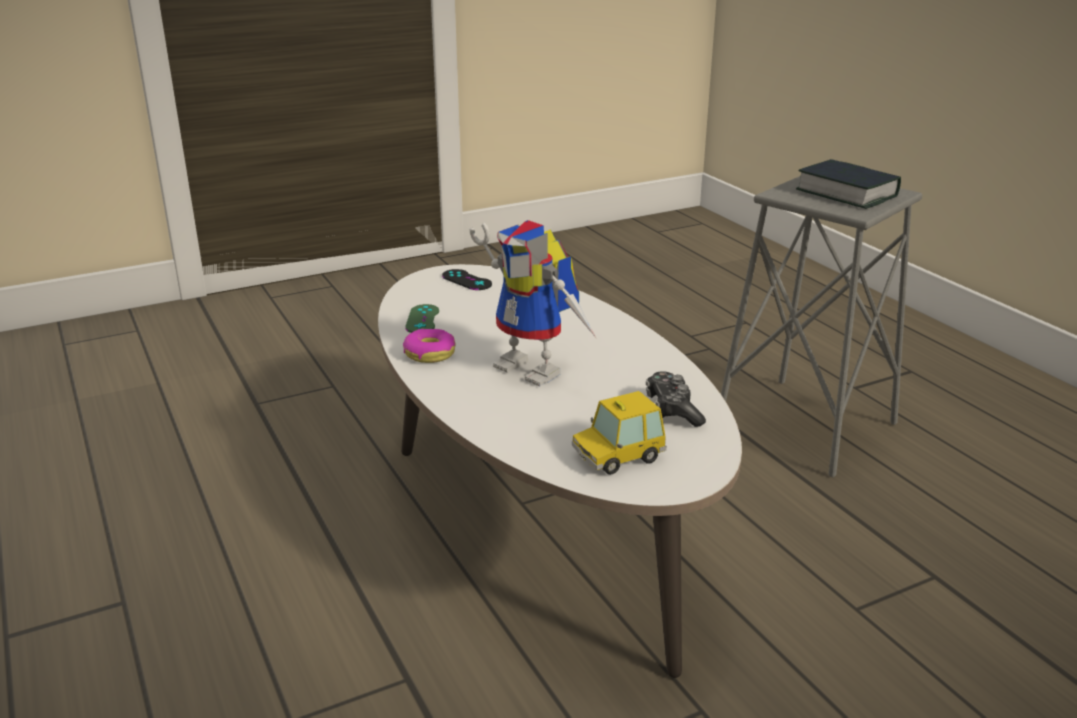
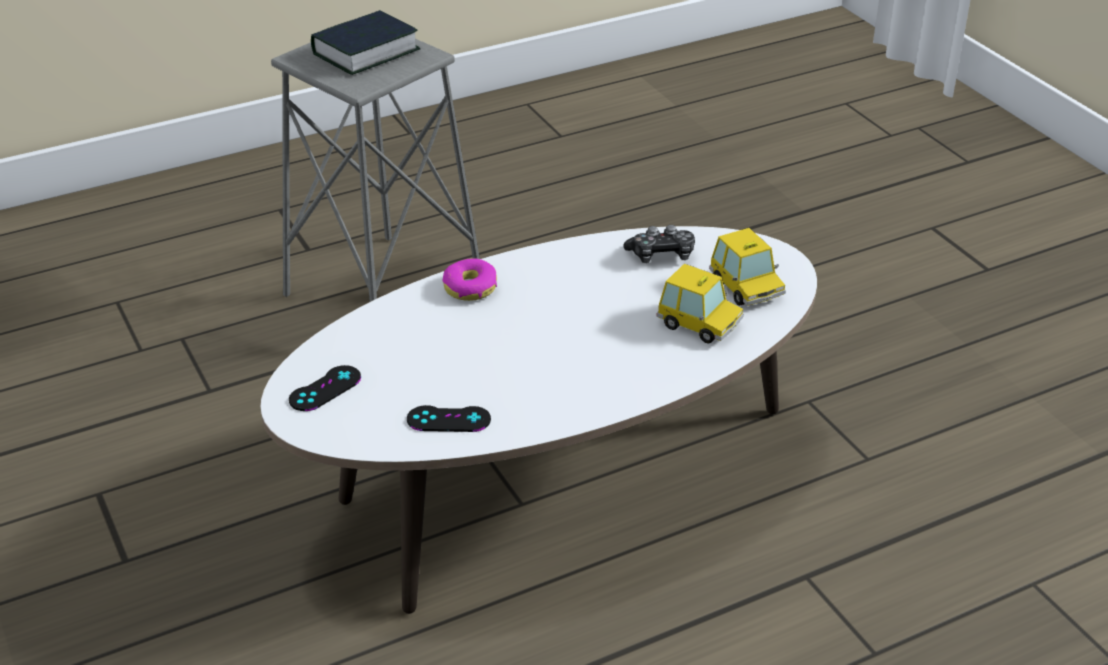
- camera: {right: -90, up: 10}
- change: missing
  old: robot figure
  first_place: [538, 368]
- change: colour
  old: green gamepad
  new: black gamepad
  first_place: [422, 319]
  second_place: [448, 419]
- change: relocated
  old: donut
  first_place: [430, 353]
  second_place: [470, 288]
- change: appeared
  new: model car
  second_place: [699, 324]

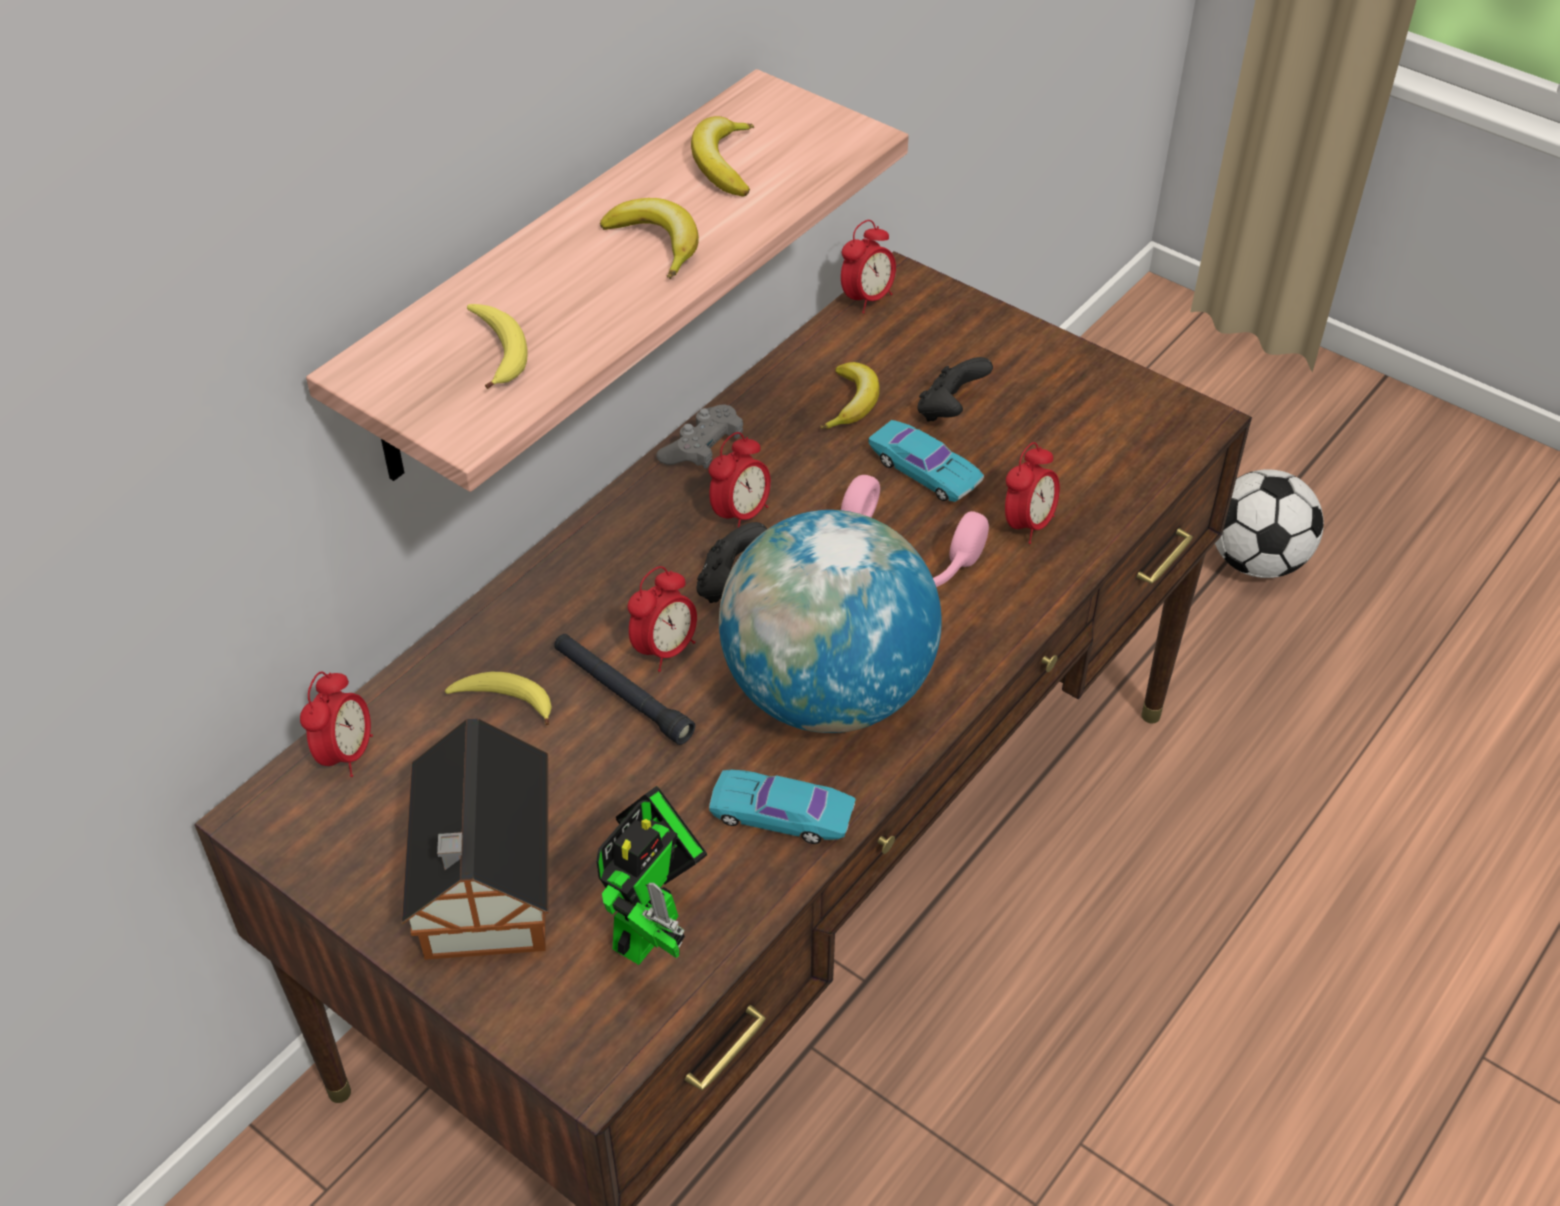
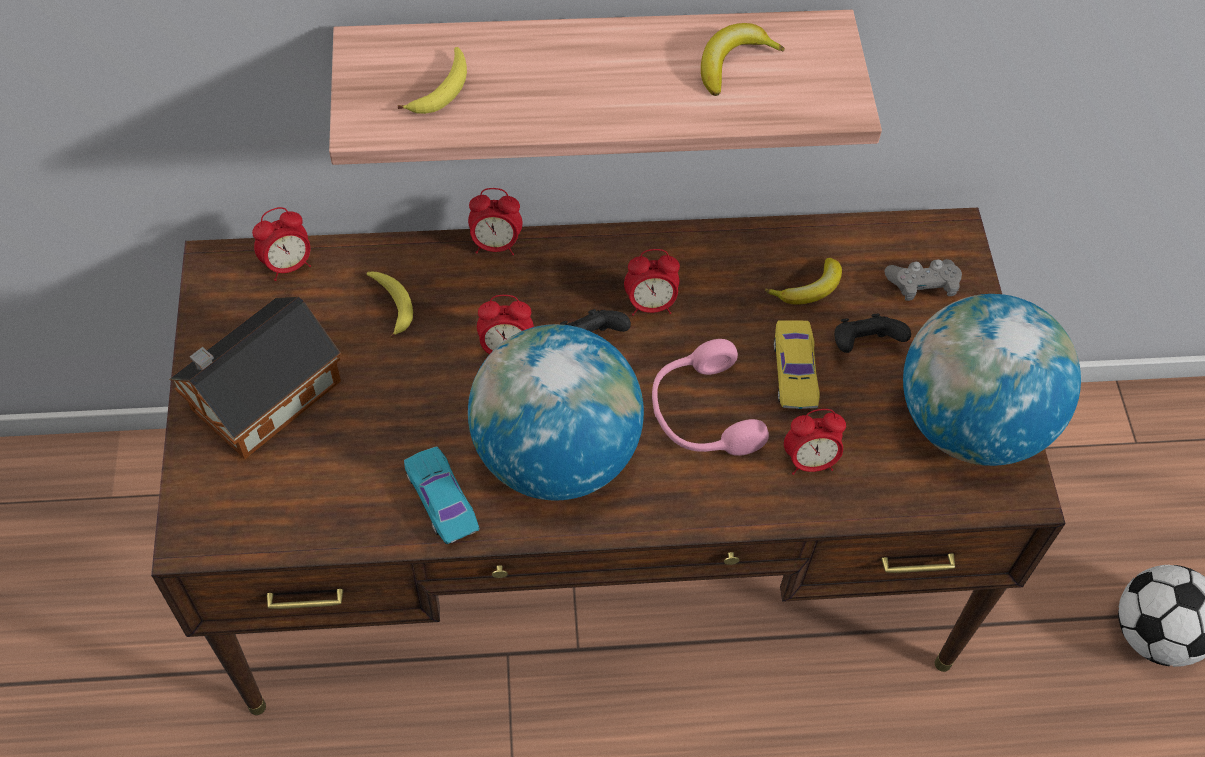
- camera: {right: 45, up: 10}
- change: missing
  old: whole banana
  first_place: [656, 243]
- change: relocated
  old: table clock
  first_place: [867, 299]
  second_place: [495, 245]
- change: relocated
  old: grey gamepad
  first_place: [702, 448]
  second_place: [922, 285]
- change: colour
  old: blue-green model car
  new: yellow-coloured model car
  first_place: [924, 469]
  second_place: [794, 370]
- change: missing
  old: black hand torch
  first_place: [622, 694]
- change: missing
  old: robot figure
  first_place: [653, 923]
- change: appeared
  new: desk globe
  second_place: [969, 423]

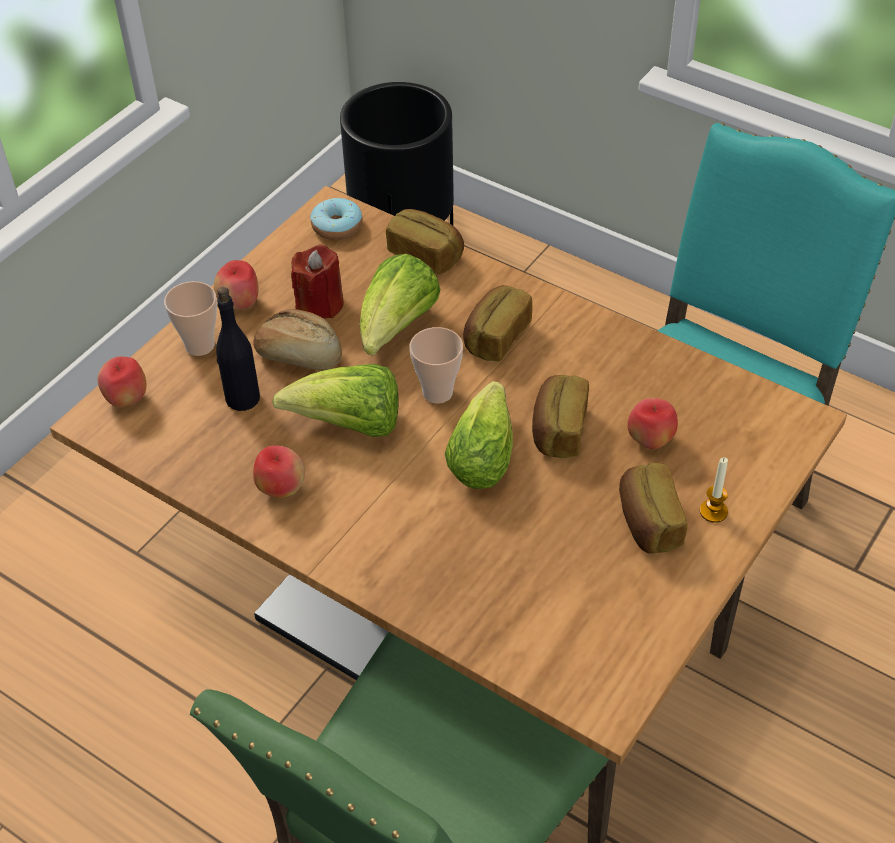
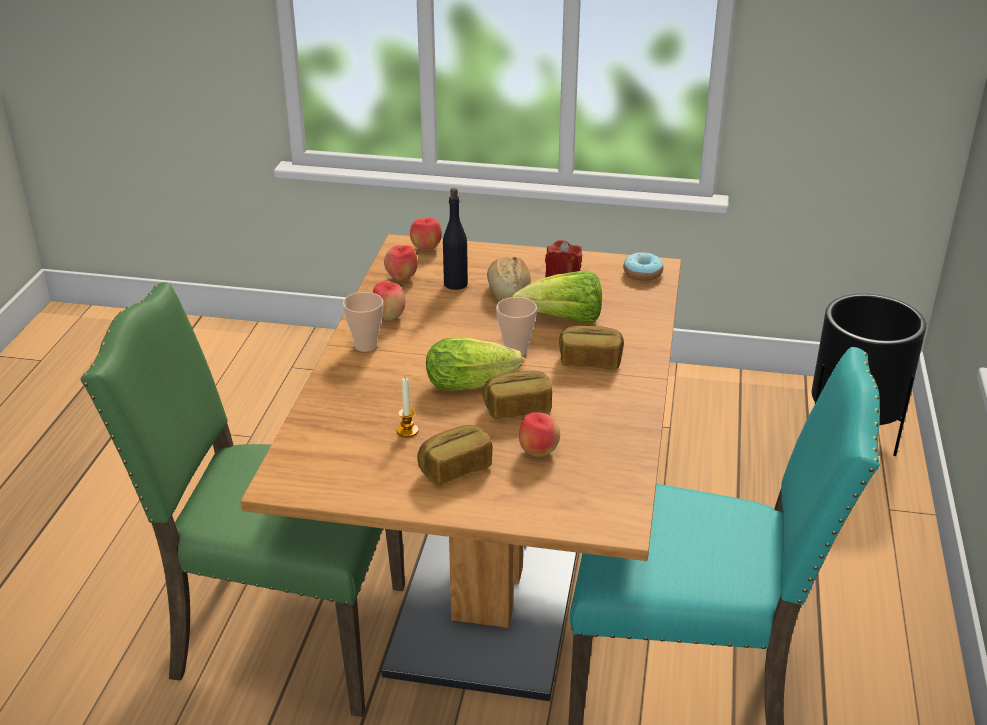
- camera: {right: 65, up: -15}
- change: missing
  old: baked bread
  first_place: [426, 254]
- change: relocated
  old: whole apple
  first_place: [240, 304]
  second_place: [401, 278]
- change: relocated
  old: small cup
  first_place: [200, 346]
  second_place: [366, 345]
- change: missing
  old: lettuce
  first_place: [349, 425]
- change: relocated
  old: wax light
  first_place: [713, 511]
  second_place: [407, 431]

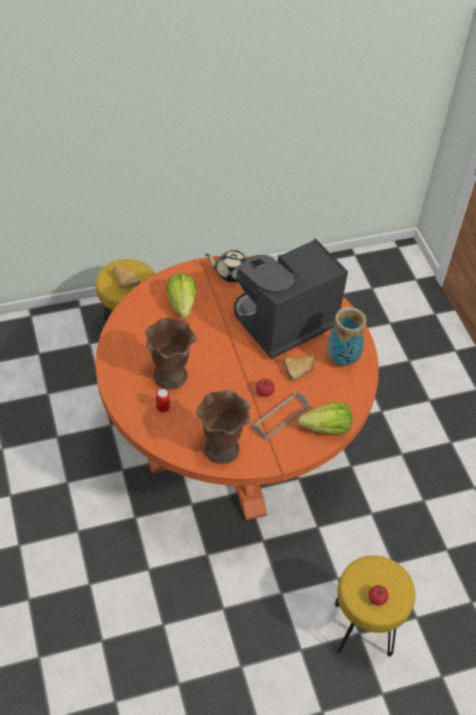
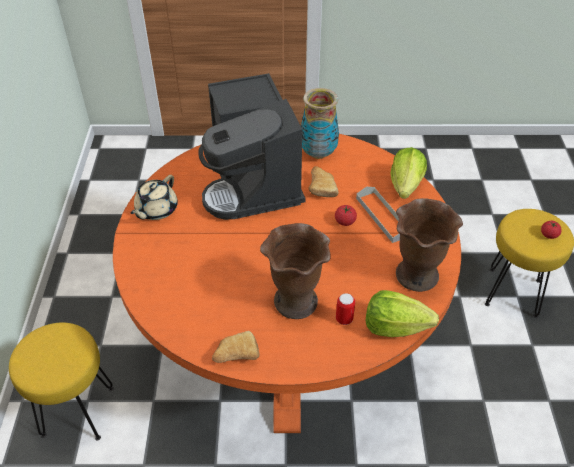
- camera: {right: -70, up: -5}
- change: relocated
  old: baked bread
  first_place: [124, 280]
  second_place: [235, 355]
- change: relocated
  old: lettuce
  first_place: [182, 304]
  second_place: [395, 326]

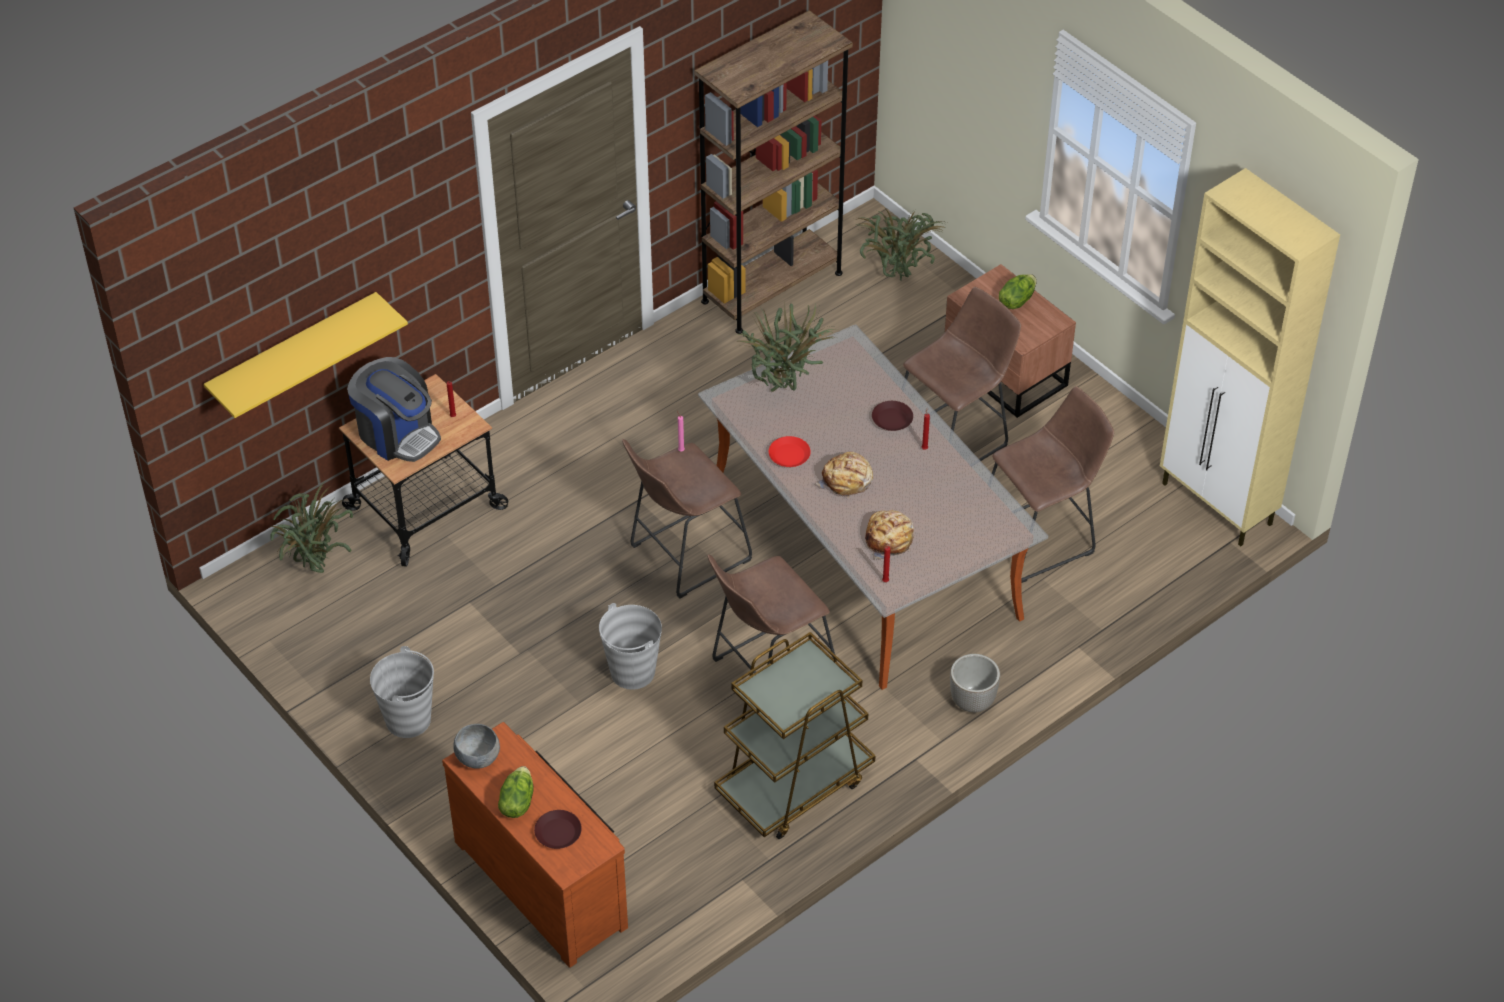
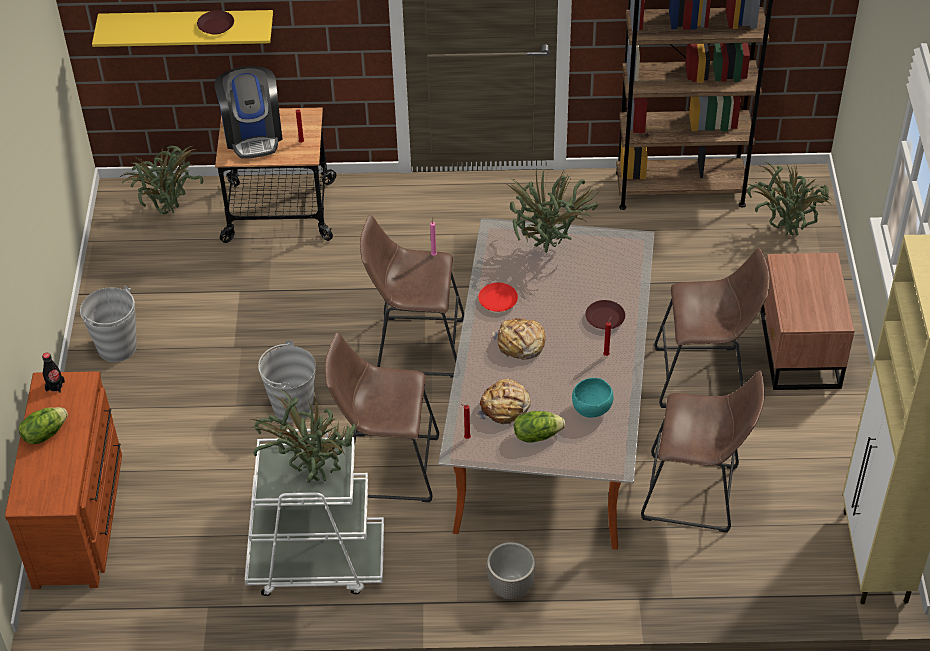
- camera: {right: 40, up: 0}
- change: relocated
  old: lettuce
  first_place: [1016, 300]
  second_place: [537, 434]
- change: colour
  old: brown trolley
  new: white trolley
  first_place: [794, 784]
  second_place: [316, 562]
- change: exchanged
  old: grey bowl
  new: black bottle
  first_place: [478, 758]
  second_place: [55, 386]
- change: relocated
  old: brown plate
  first_place: [558, 833]
  second_place: [215, 26]
- change: appeared
  new: blue-green bowl
  second_place: [592, 409]
- change: appeared
  new: houseplant
  second_place: [312, 474]

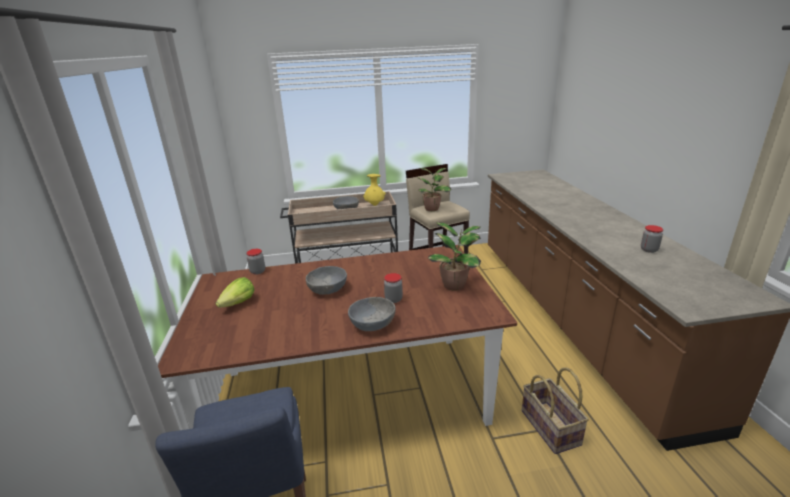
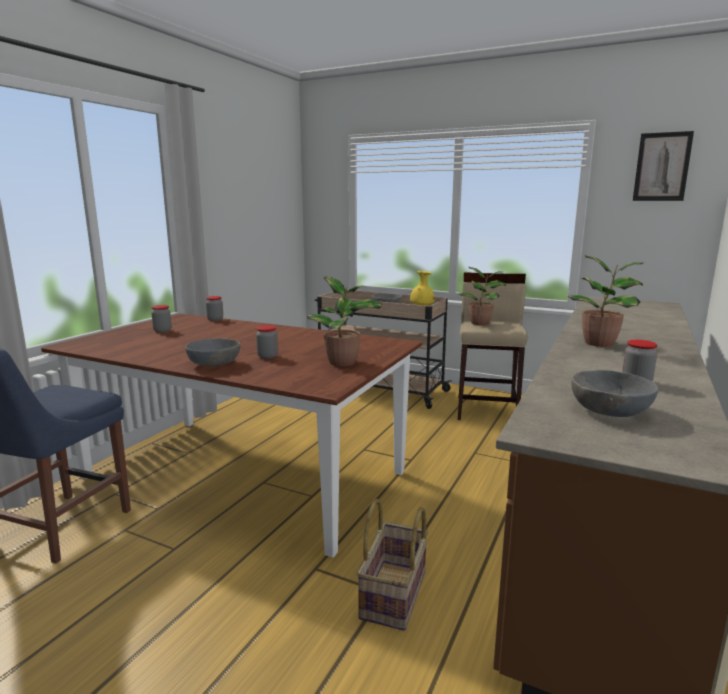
- camera: {right: 35, up: -10}
- change: relocated
  old: grey bowl
  first_place: [328, 289]
  second_place: [610, 411]
- change: exchanged
  old: lettuce
  new: storage jar
  first_place: [239, 303]
  second_place: [162, 331]
- change: appeared
  new: wall art
  second_place: [662, 167]
- change: appeared
  new: houseplant
  second_place: [601, 343]

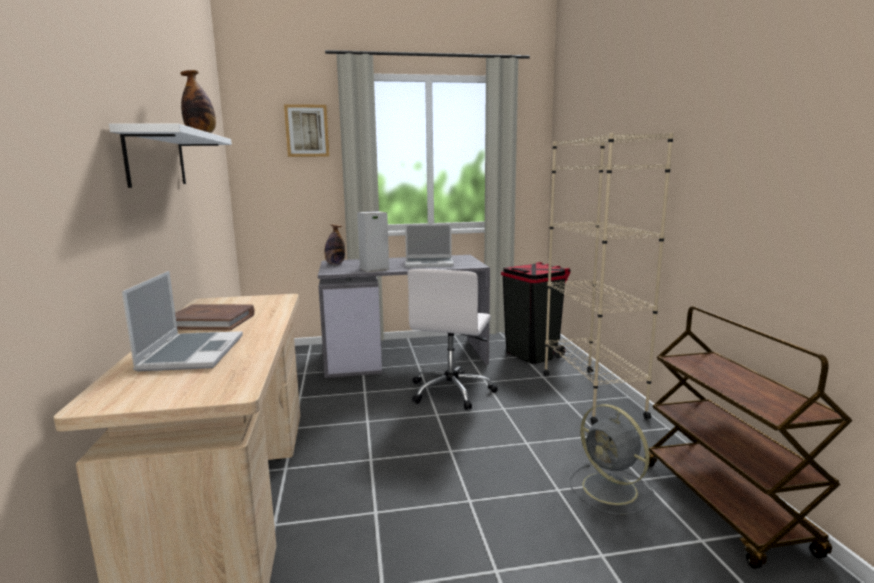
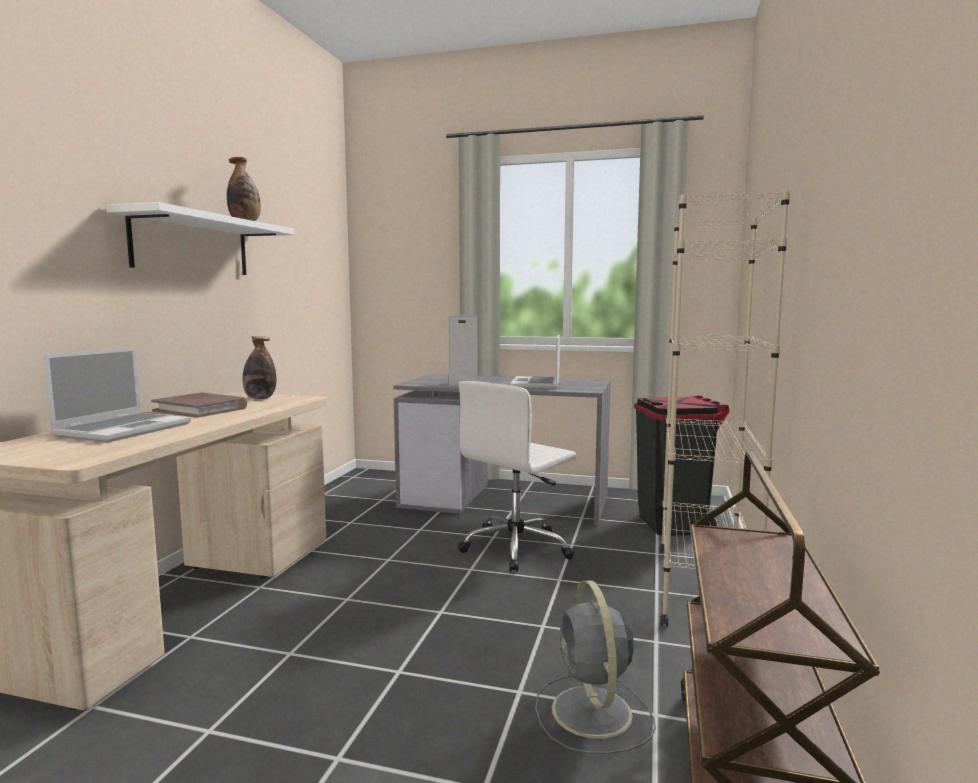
- camera: {right: 25, up: -5}
- change: missing
  old: wall art
  first_place: [307, 131]
- change: relocated
  old: bottle
  first_place: [335, 264]
  second_place: [260, 398]
- change: spun
  old: notebook computer
  first_place: [429, 264]
  second_place: [537, 384]
  degrees: 75

